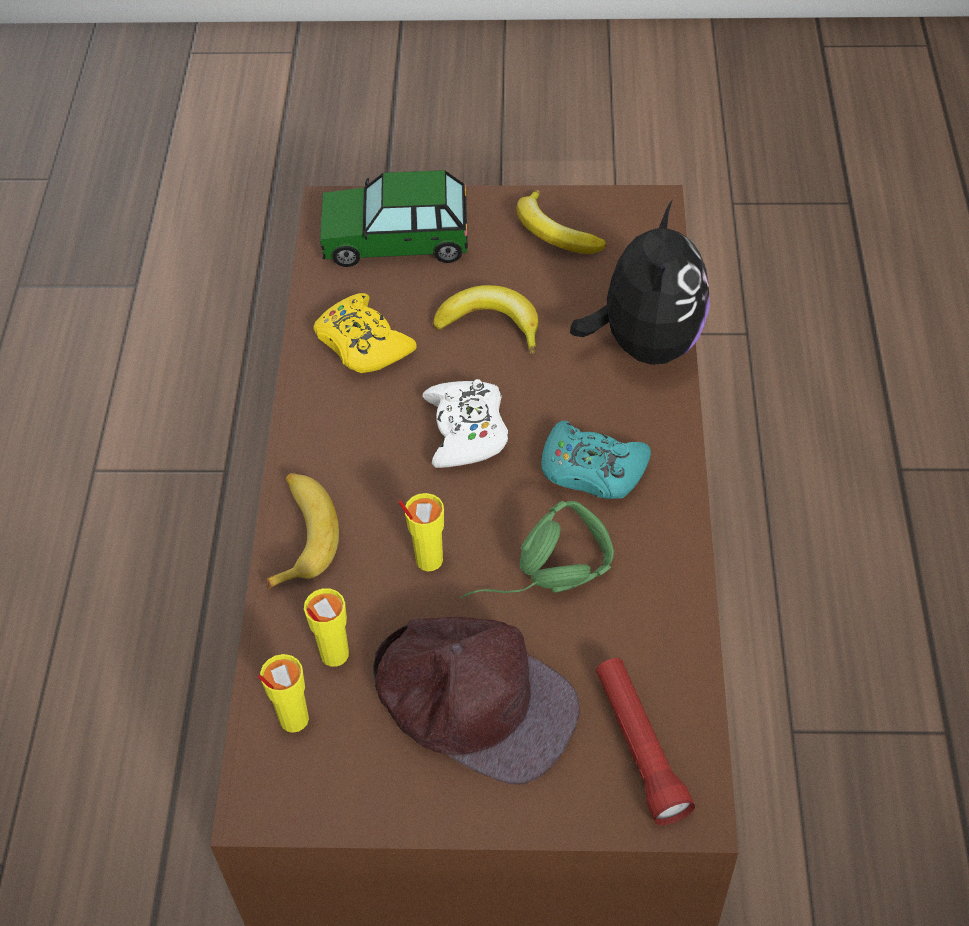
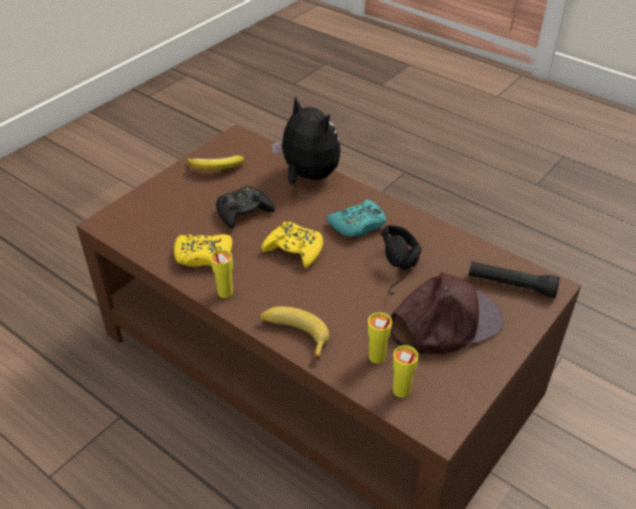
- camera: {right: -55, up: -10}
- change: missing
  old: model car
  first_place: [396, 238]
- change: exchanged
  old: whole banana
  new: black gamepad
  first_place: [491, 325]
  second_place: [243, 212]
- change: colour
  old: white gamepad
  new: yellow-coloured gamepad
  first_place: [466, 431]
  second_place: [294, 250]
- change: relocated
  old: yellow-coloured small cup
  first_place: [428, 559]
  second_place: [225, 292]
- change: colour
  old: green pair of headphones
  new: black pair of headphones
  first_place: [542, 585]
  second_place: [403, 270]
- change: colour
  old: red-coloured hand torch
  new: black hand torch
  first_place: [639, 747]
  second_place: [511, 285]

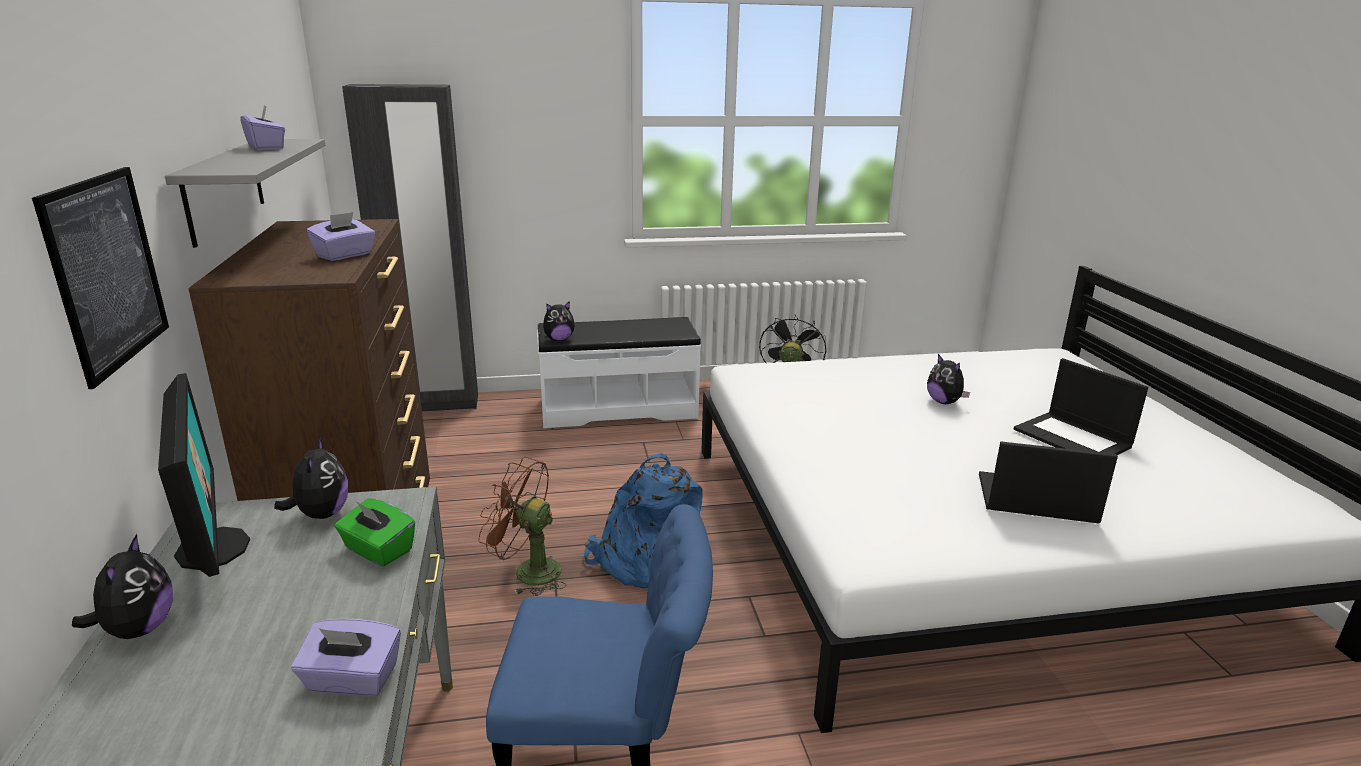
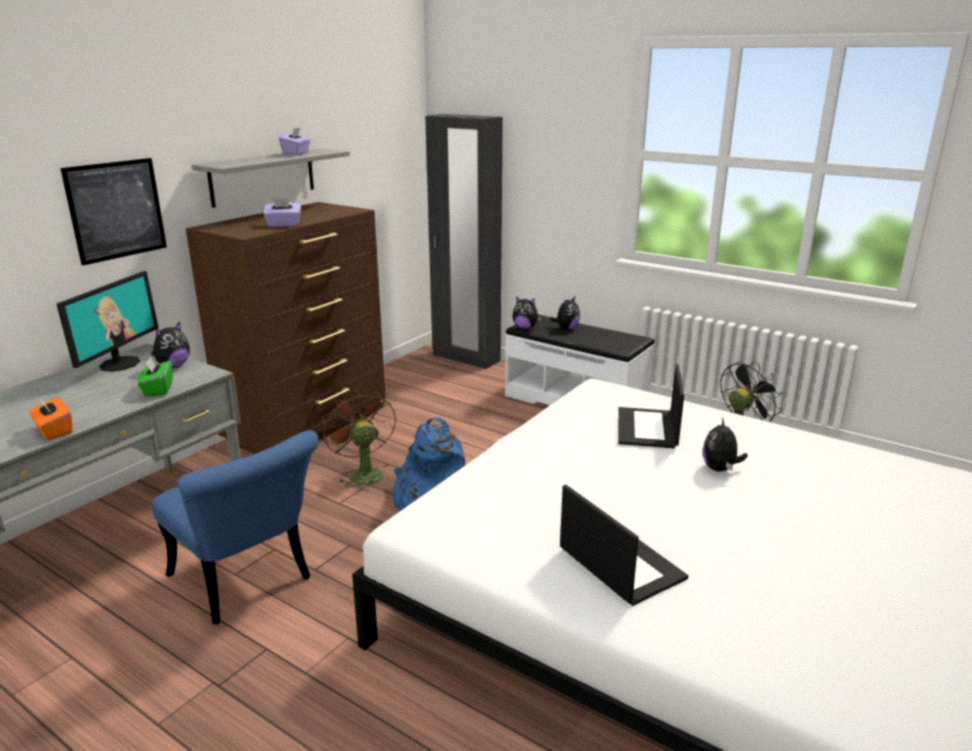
- camera: {right: 45, up: 0}
- change: relocated
  old: notebook computer
  first_place: [1073, 438]
  second_place: [648, 428]
- change: relocated
  old: cuddly toy
  first_place: [138, 629]
  second_place: [566, 328]
- change: colour
  old: purplish tissue holder
  new: orangey tissue holder
  first_place: [352, 680]
  second_place: [54, 431]

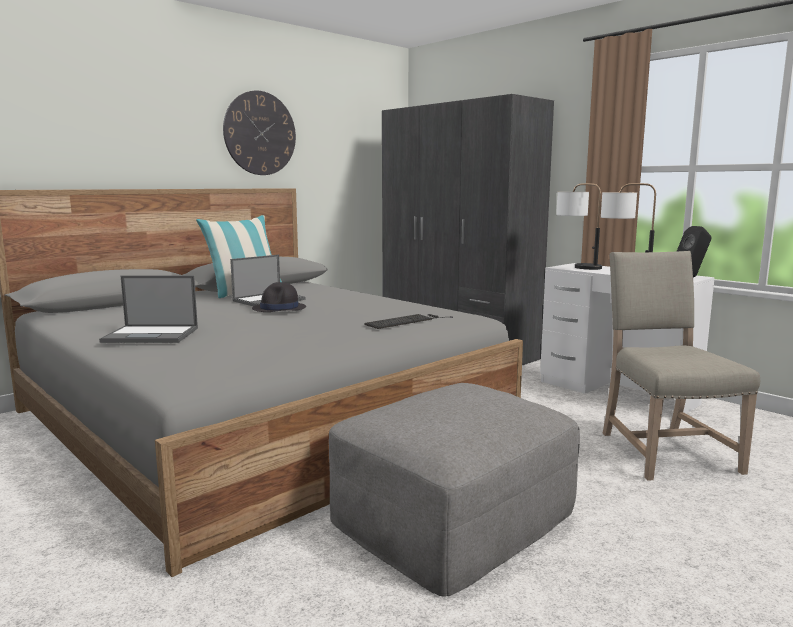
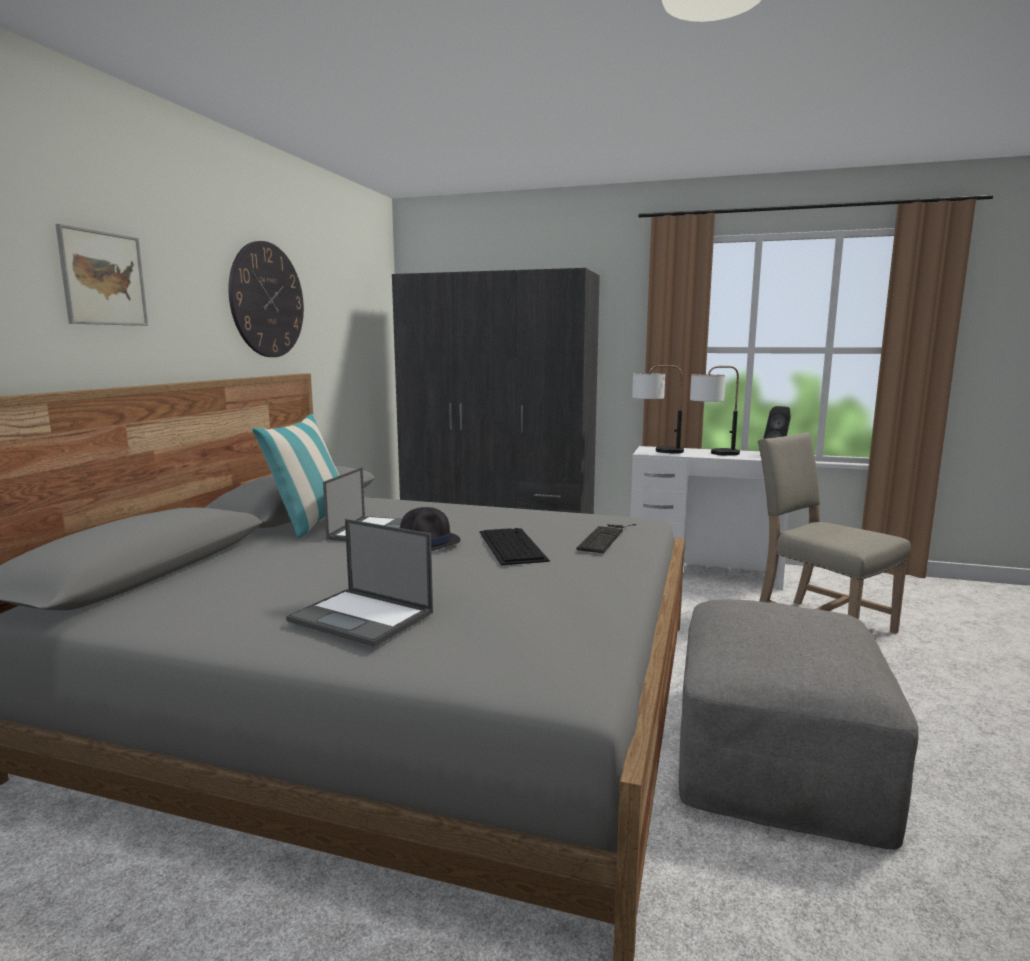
- camera: {right: -30, up: 0}
- change: spun
  old: notebook computer
  first_place: [152, 335]
  second_place: [363, 617]
  degrees: 60
- change: appeared
  new: wall art
  second_place: [103, 278]
- change: appeared
  new: computer keyboard
  second_place: [511, 545]

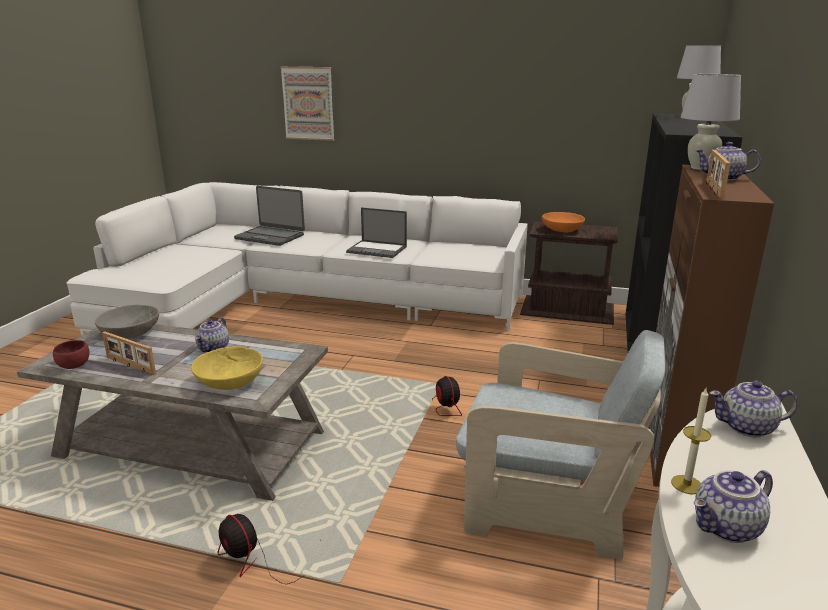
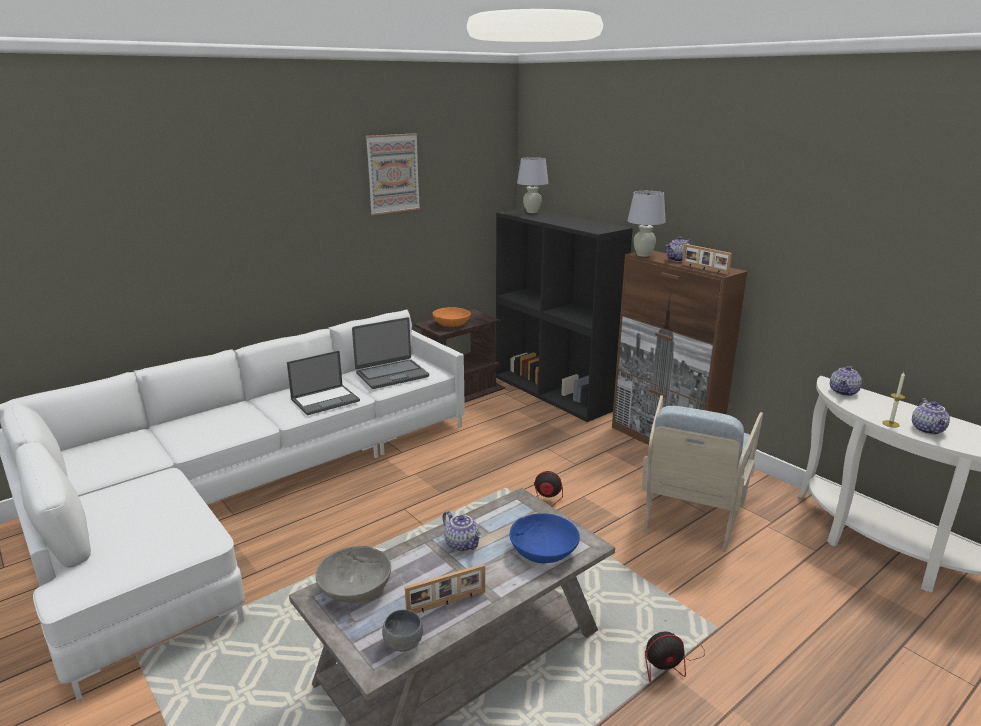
- camera: {right: -55, up: 0}
- change: relocated
  old: wall art
  first_place: [308, 103]
  second_place: [393, 173]
- change: relocated
  old: notebook computer
  first_place: [270, 237]
  second_place: [391, 374]
- change: spun
  old: beige lounge chair
  first_place: [547, 505]
  second_place: [692, 512]
  degrees: 150
- change: colour
  old: red-coloured bowl
  new: grey bowl
  first_place: [73, 366]
  second_place: [405, 644]
- change: colour
  old: yellow-coloured bowl
  new: blue-coloured bowl
  first_place: [229, 381]
  second_place: [543, 552]

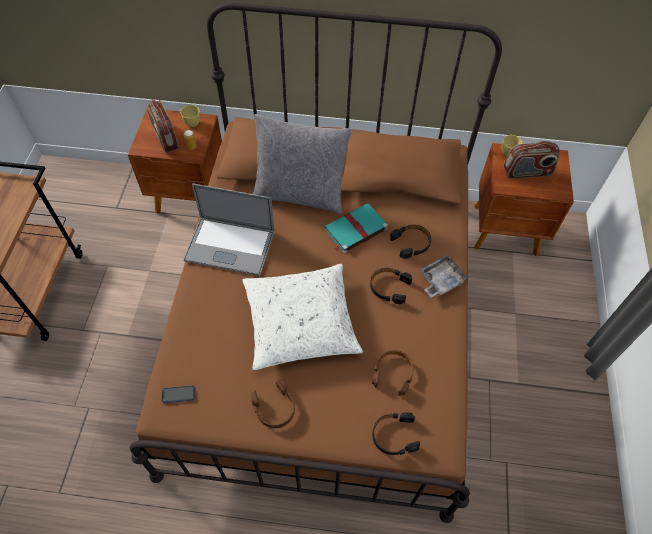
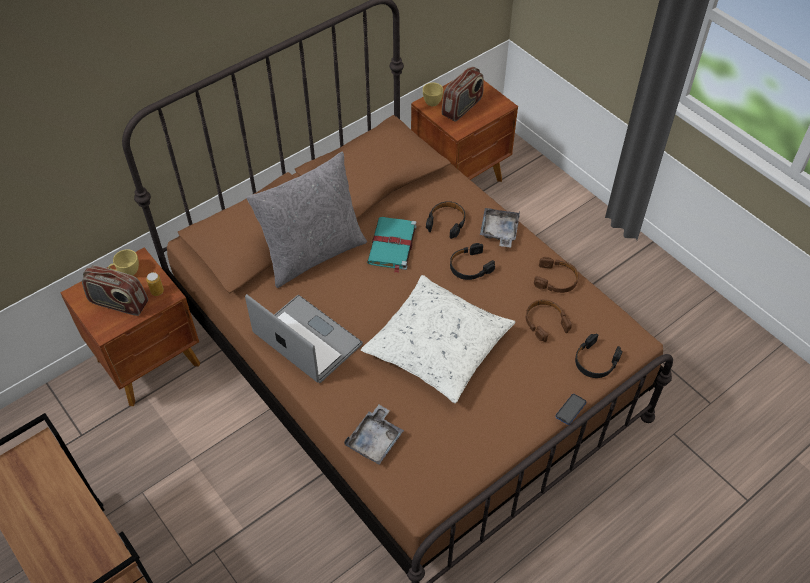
- camera: {right: -45, up: -5}
- change: spun
  old: notebook computer
  first_place: [230, 246]
  second_place: [307, 339]
  degrees: -105
- change: relocated
  old: brown pair of headphones
  first_place: [274, 408]
  second_place: [556, 280]
- change: relocated
  old: telephone
  first_place: [178, 394]
  second_place: [570, 409]
- change: appeared
  new: grey carrying tray
  second_place: [375, 440]

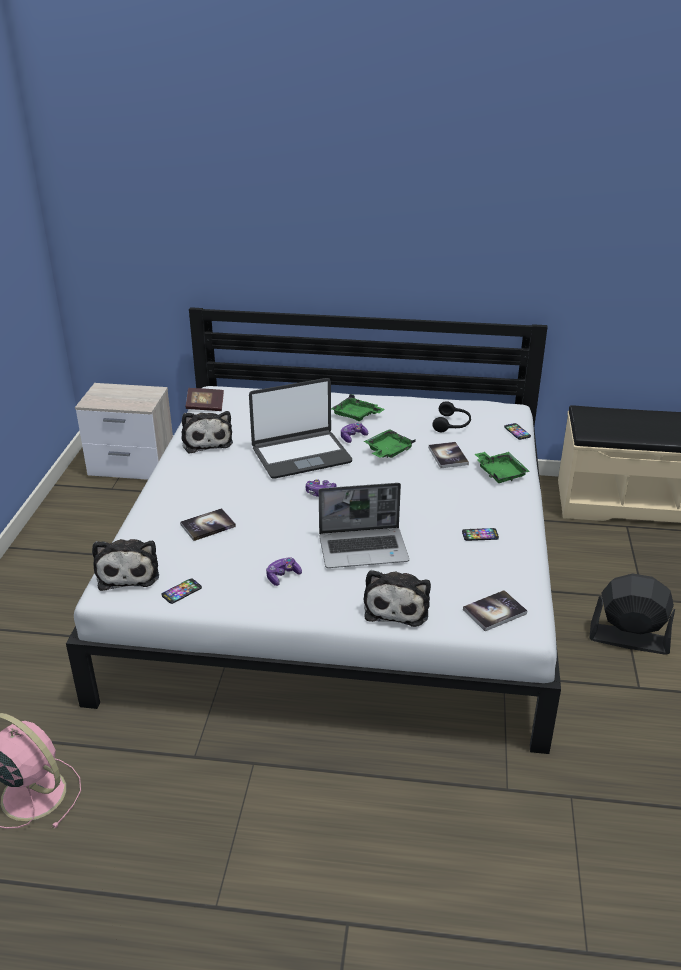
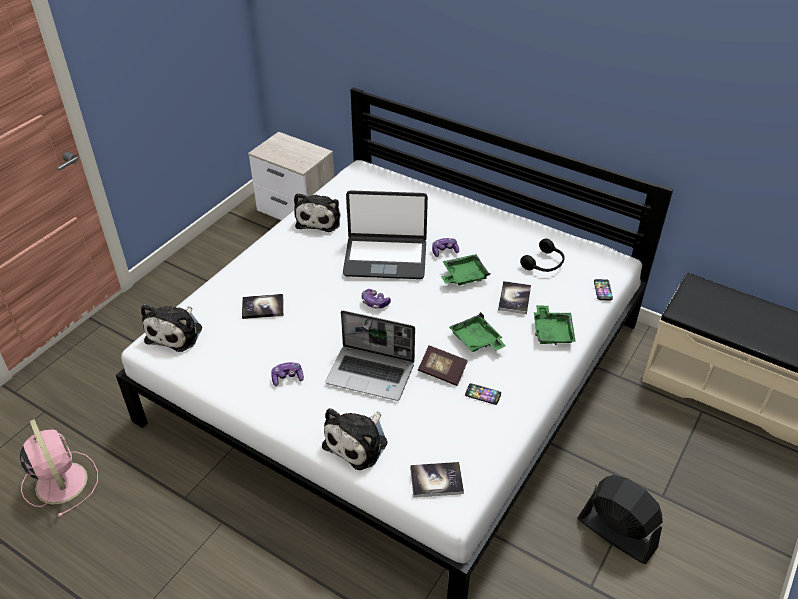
- camera: {right: 25, up: 10}
- change: relocated
  old: book
  first_place: [205, 407]
  second_place: [442, 372]
- change: relocated
  old: green carrying tray
  first_place: [356, 415]
  second_place: [476, 340]
- change: missing
  old: telephone
  first_place: [181, 592]

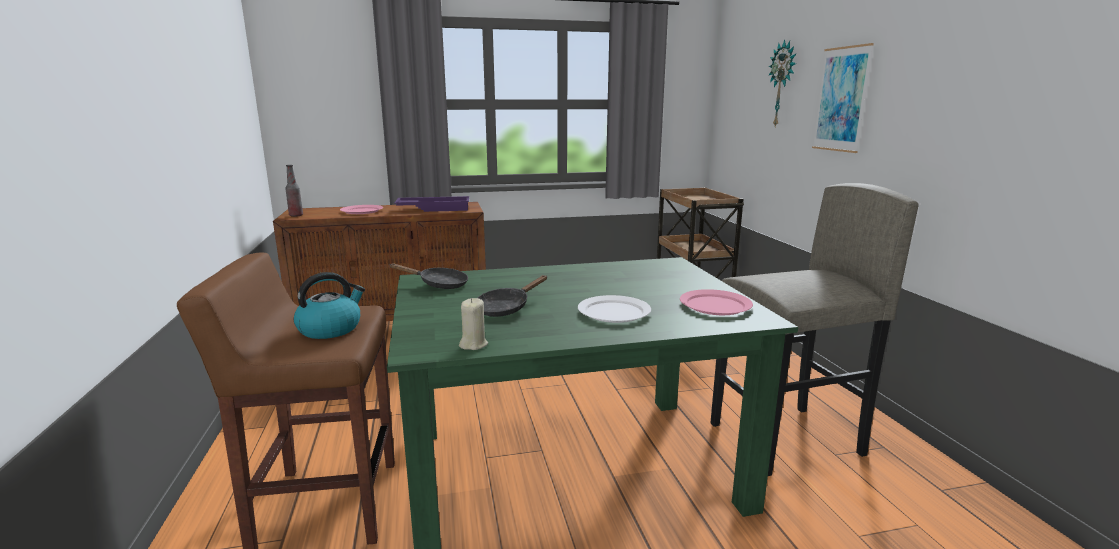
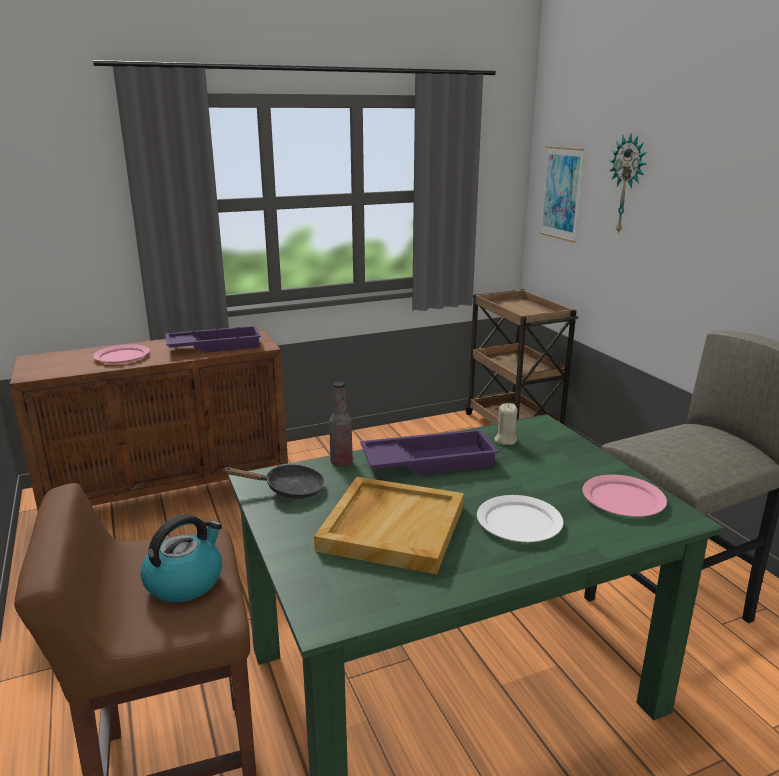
- camera: {right: -10, up: 5}
- change: relocated
  old: wall art
  first_place: [841, 99]
  second_place: [561, 193]
- change: relocated
  old: bottle
  first_place: [296, 215]
  second_place: [341, 462]
- change: exchanged
  old: black skillet
  new: beige carrying tray
  first_place: [506, 308]
  second_place: [392, 527]
- change: relocated
  old: beige wax light
  first_place: [473, 344]
  second_place: [505, 440]
- change: appeared
  new: purplish carrying tray
  second_place: [428, 461]

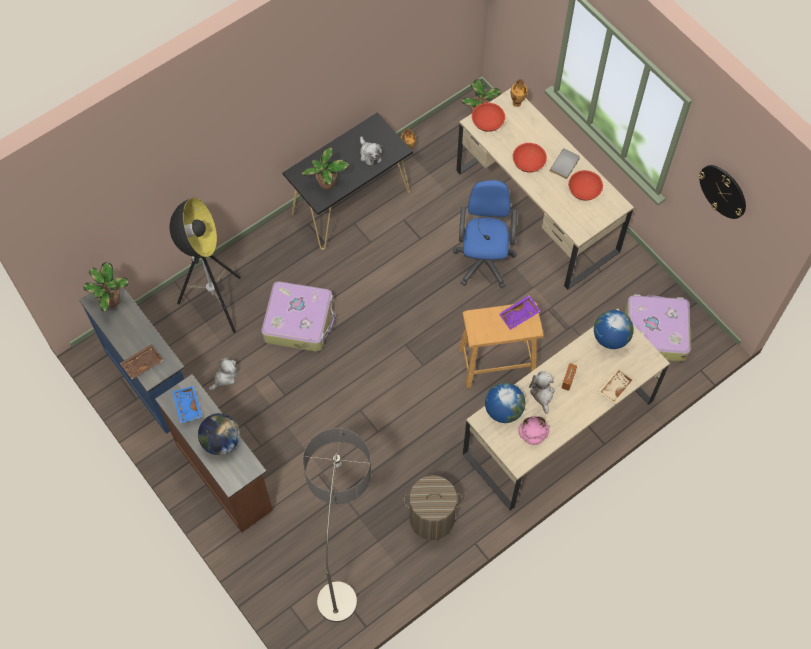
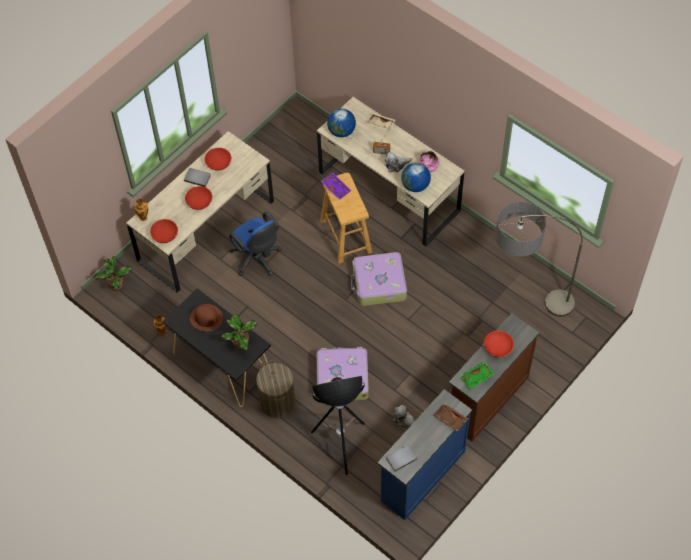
- camera: {right: -100, up: -5}
- change: exchanged
  old: cuddly toy
  new: brown hat
  first_place: [370, 154]
  second_place: [206, 318]
- change: missing
  old: wall clock
  first_place: [723, 191]
- change: spun
  old: blue-coloured computer chair
  first_place: [484, 258]
  second_place: [257, 259]
  degrees: -120
- change: exchanged
  old: houseplant
  new: grey book
  first_place: [112, 301]
  second_place: [400, 457]
- change: relocated
  old: suitcase
  first_place: [654, 332]
  second_place: [379, 284]
- change: colour
  old: blue-coloured carrying tray
  new: green carrying tray
  first_place: [187, 406]
  second_place: [477, 378]
- change: exchanged
  old: desk globe
  new: red-coloured bowl
  first_place: [221, 441]
  second_place: [498, 347]
- change: relocated
  old: laundry basket
  first_place: [431, 518]
  second_place: [277, 402]

